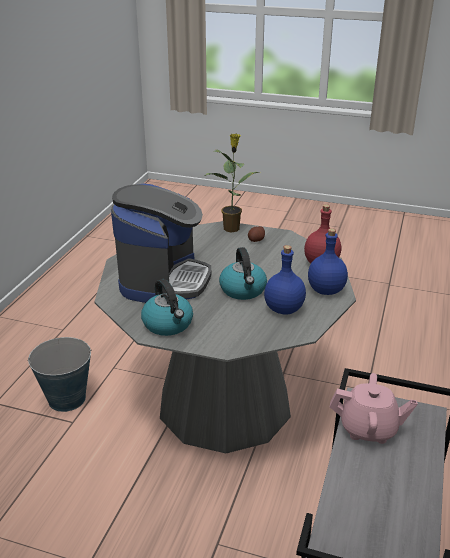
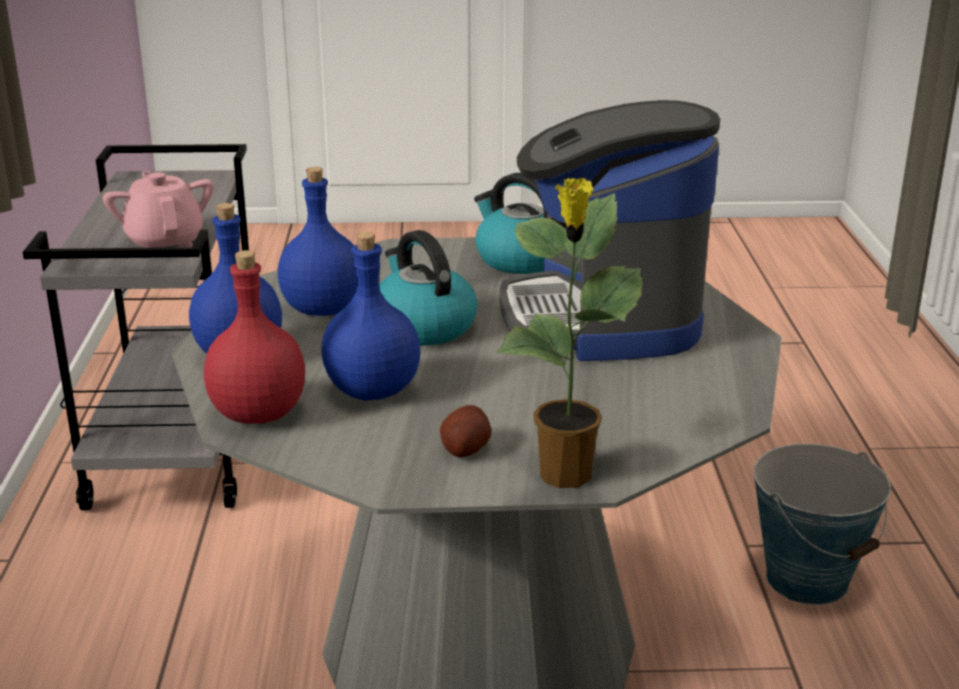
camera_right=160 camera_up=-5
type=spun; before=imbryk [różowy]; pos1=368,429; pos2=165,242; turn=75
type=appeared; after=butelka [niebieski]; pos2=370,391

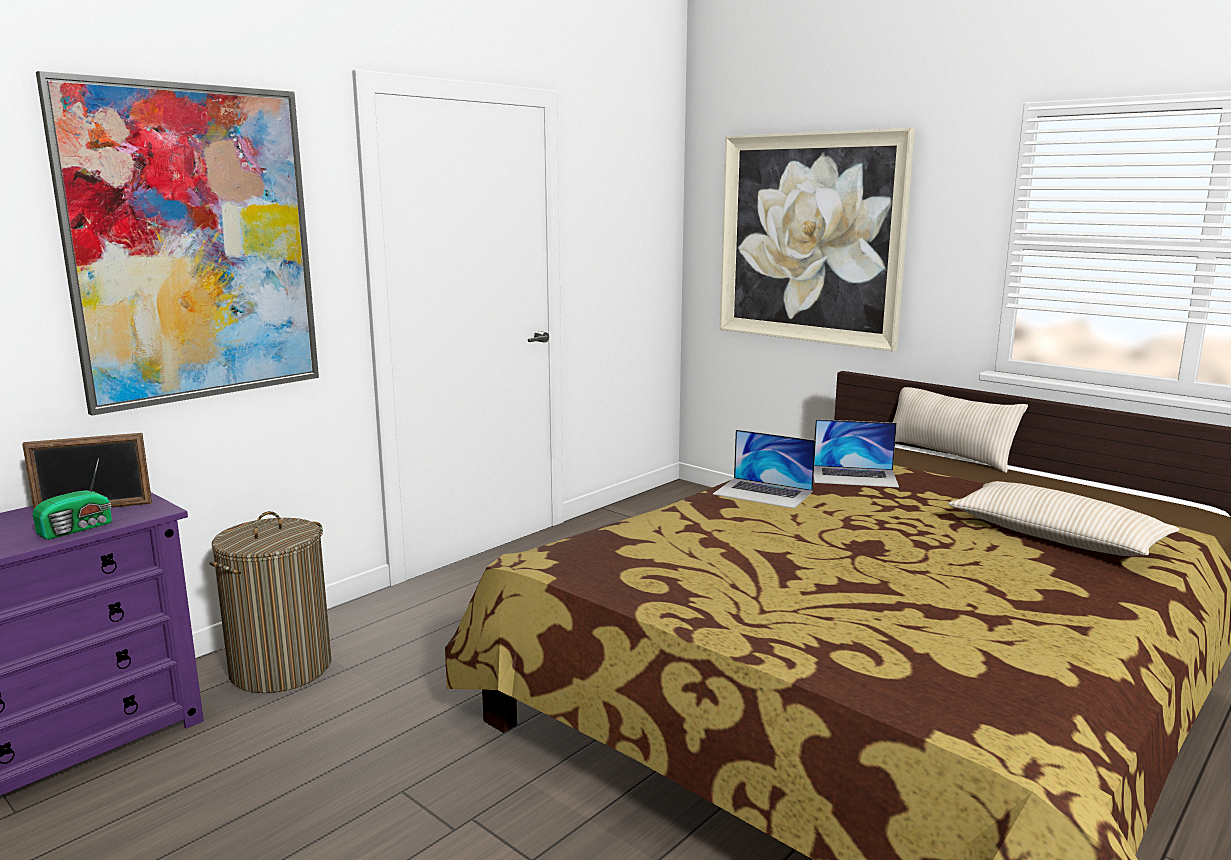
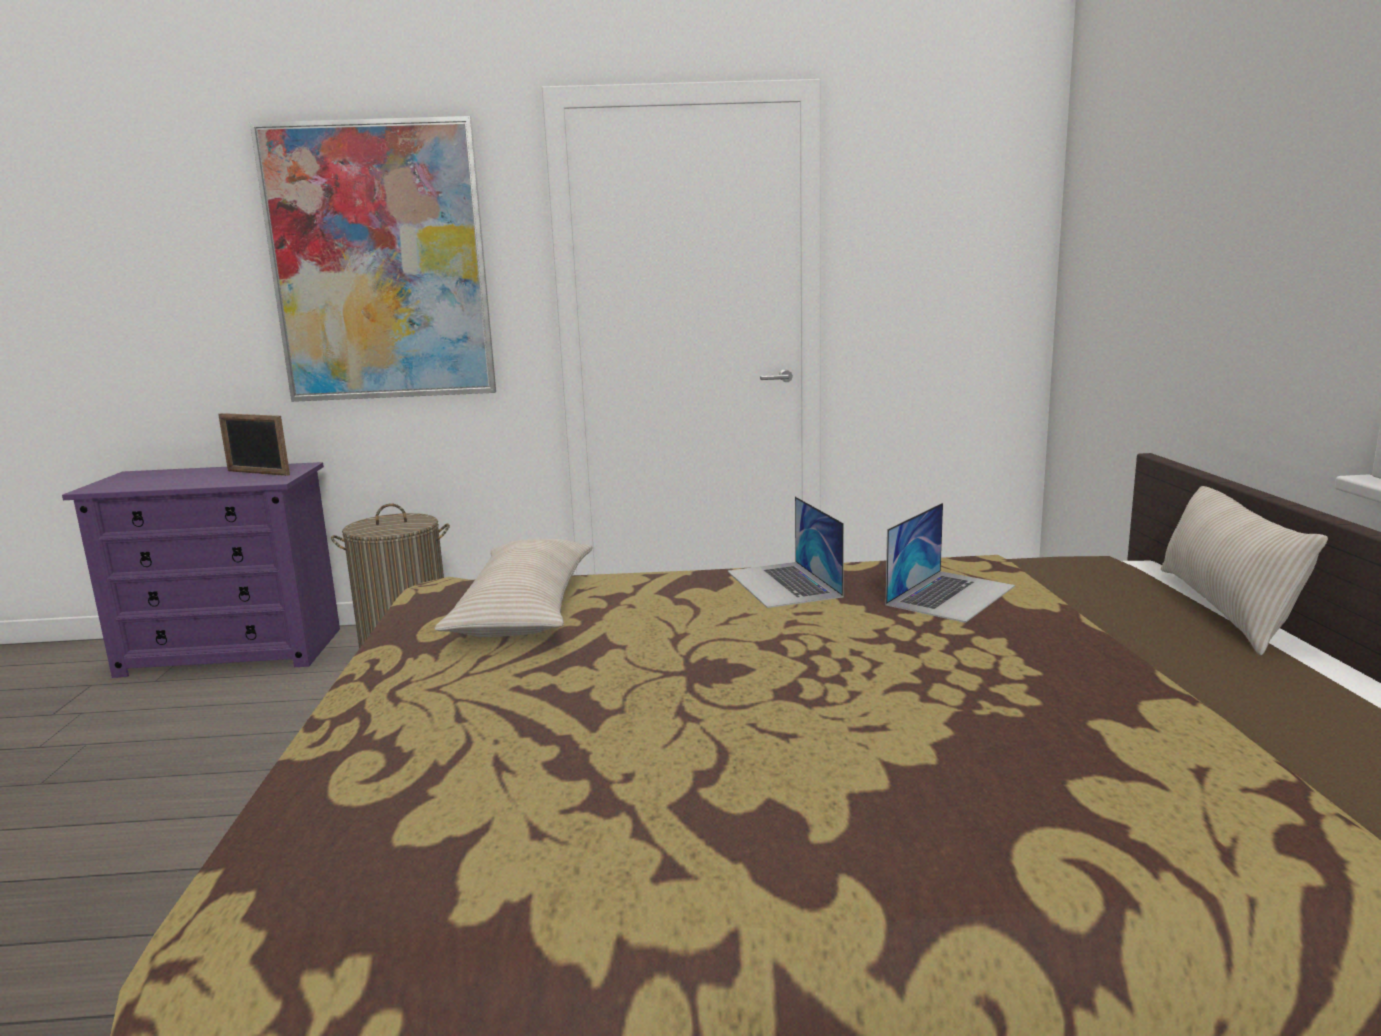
camera_right=45 camera_up=0
type=missing; before=obraz; pos1=810,238
type=spun; before=laptop; pos1=854,476; pos2=951,595; turn=-105
type=missing; before=radio; pos1=78,529
type=relocated; before=poduszka [beżowy]; pos1=1056,537; pos2=525,609

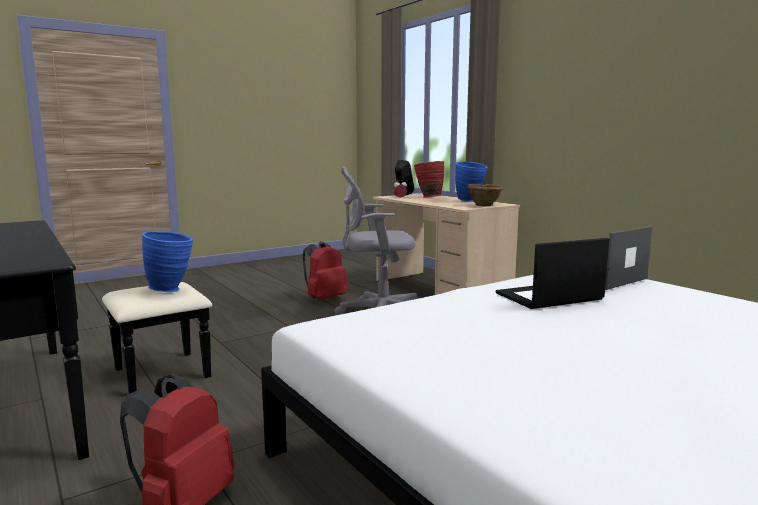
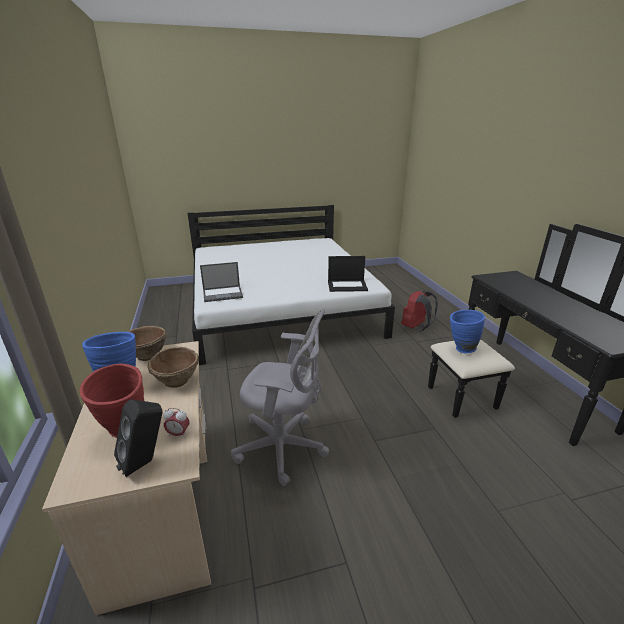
camera_right=-160 camera_up=15
type=relocated; before=laptop; pos1=548,297; pos2=347,285
type=missing; before=plecak [czerwony]; pos1=324,299
type=appeared; after=miska [brązowy]; pos2=177,381

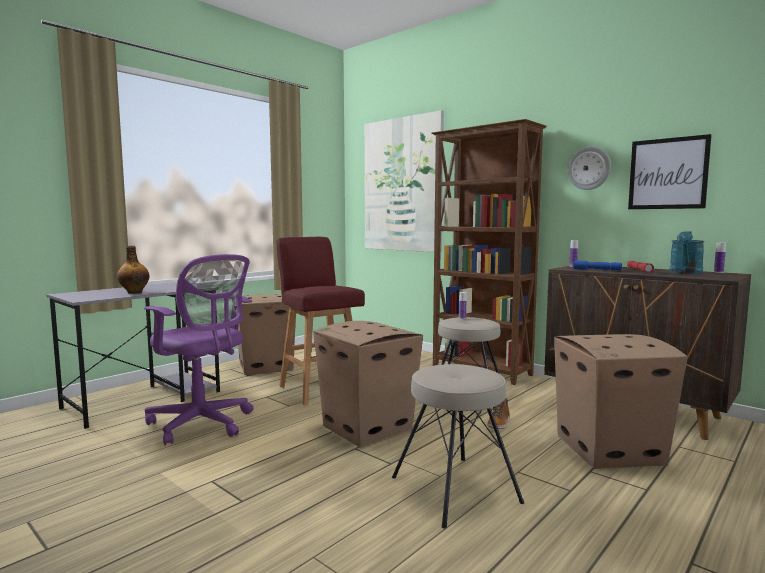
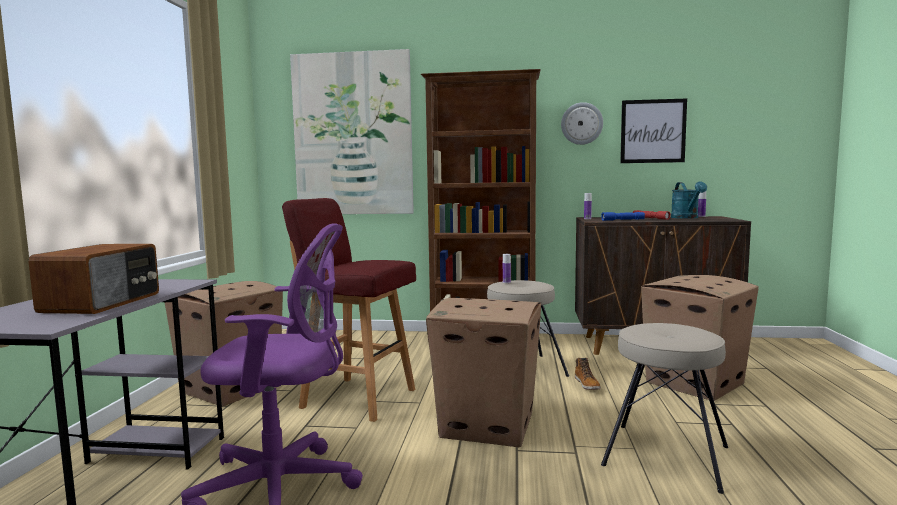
camera_right=-35 camera_up=0
type=exchanged; before=butelka; after=radio; pos1=134,292; pos2=104,302

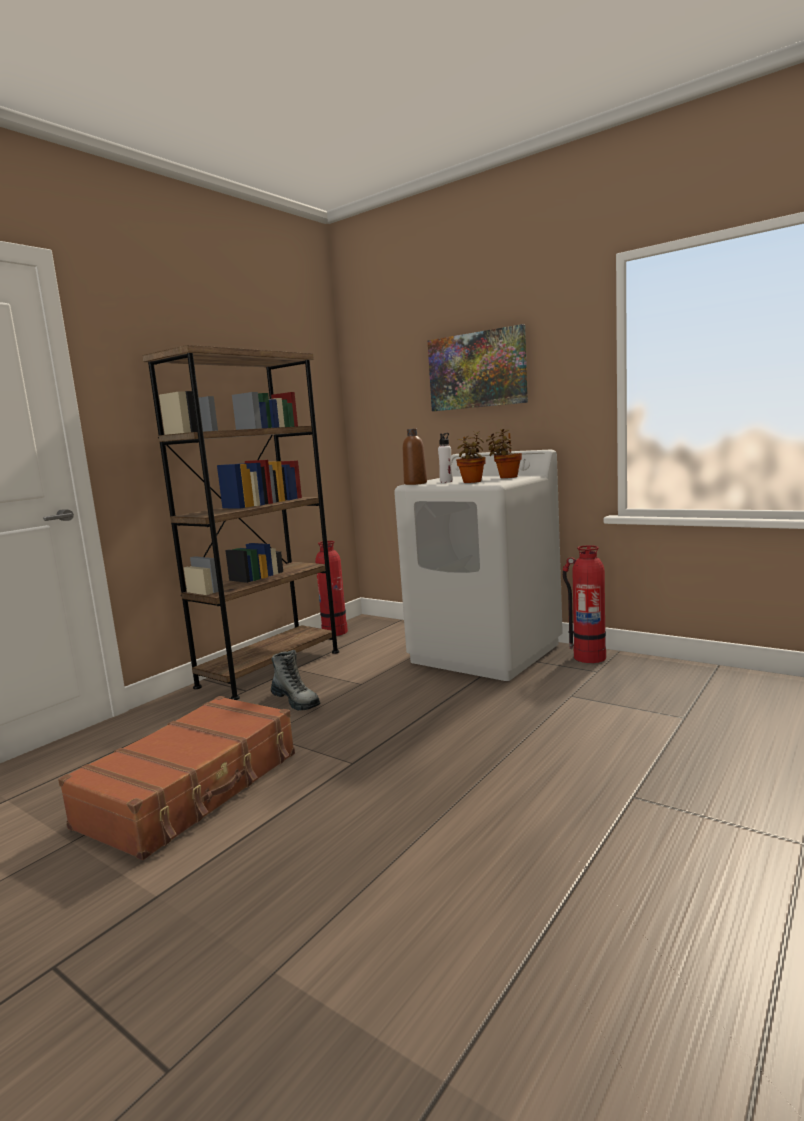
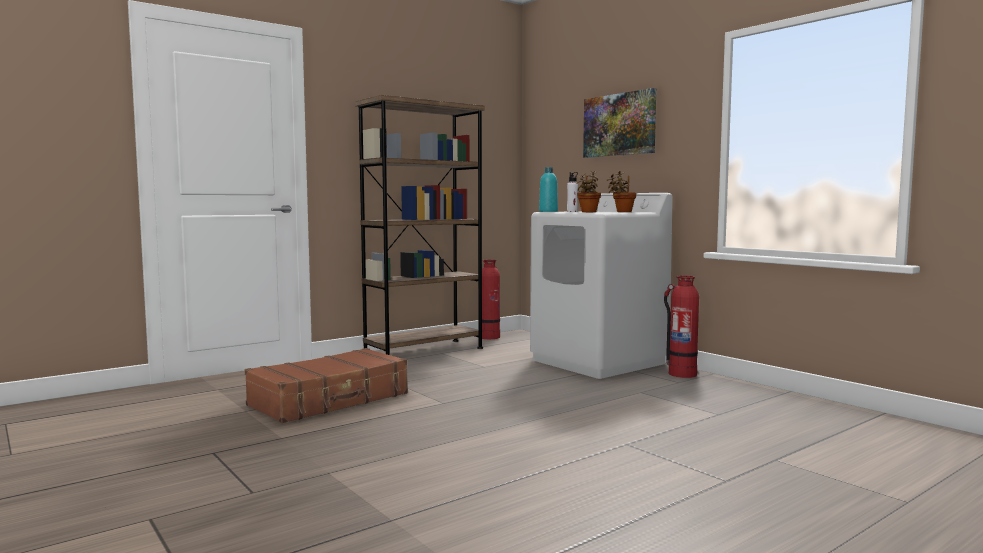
camera_right=15 camera_up=-5
type=colour; before=butelka [brązowy]; after=butelka [turkusowy]; pos1=415,483; pos2=548,211
type=missing; before=but z cholewką; pos1=296,701

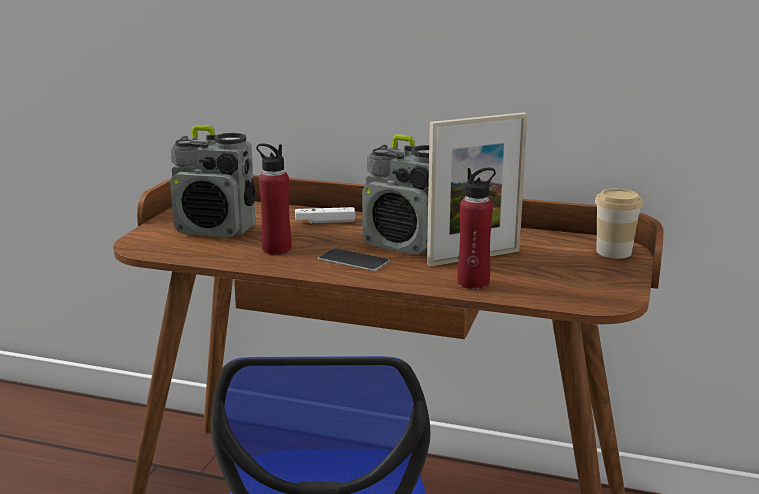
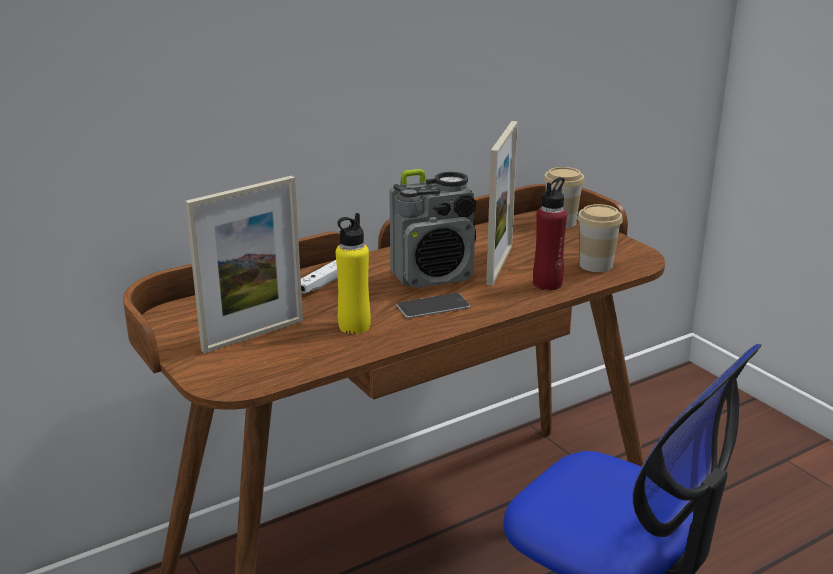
camera_right=-50 camera_up=5
type=exchanged; before=radio; after=ramka na zdjęcie; pos1=216,230; pos2=253,335
type=colour; before=butelka [czerwony]; after=butelka [żółty]; pos1=276,249; pos2=354,326
type=appeared; after=filiżanka; pos2=596,265

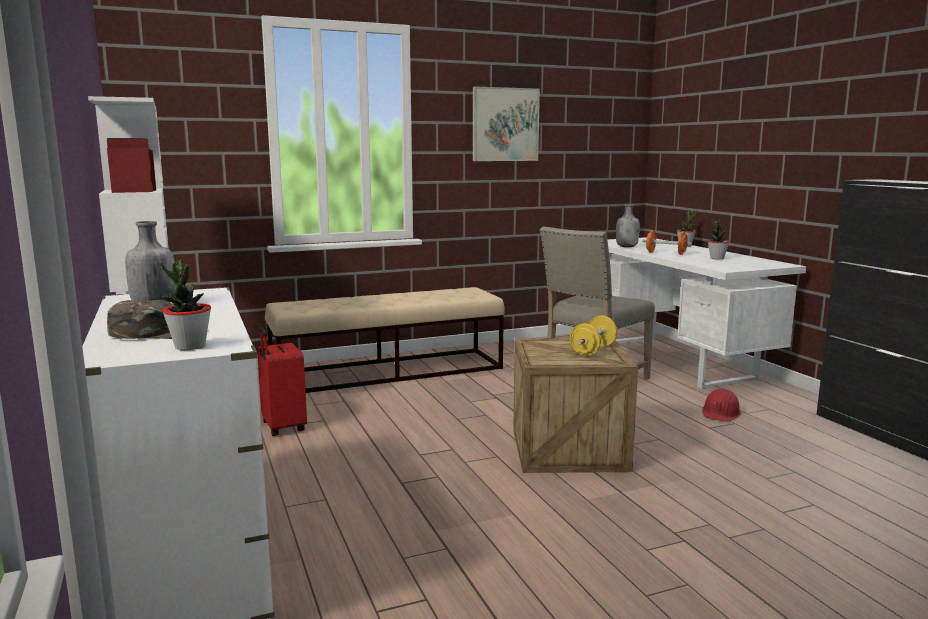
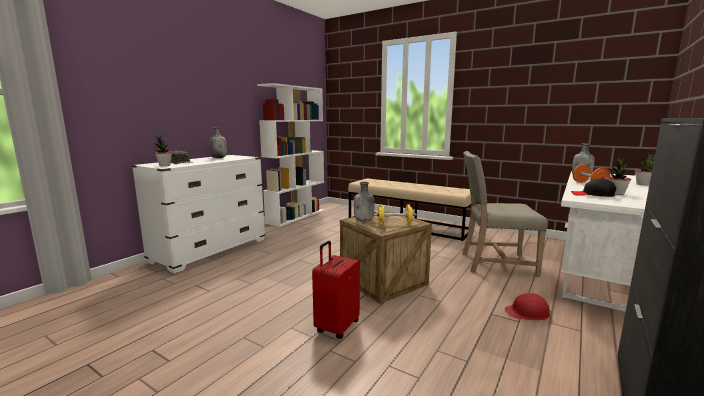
camera_right=55 camera_up=0
type=missing; before=obraz; pos1=505,124
type=relocated; before=walizka [czerwony]; pos1=282,427; pos2=336,327
type=appeared; after=czapka z daszkiem [czarny]; pos2=592,195
type=appeared; after=butelka [szary]; pos2=364,220

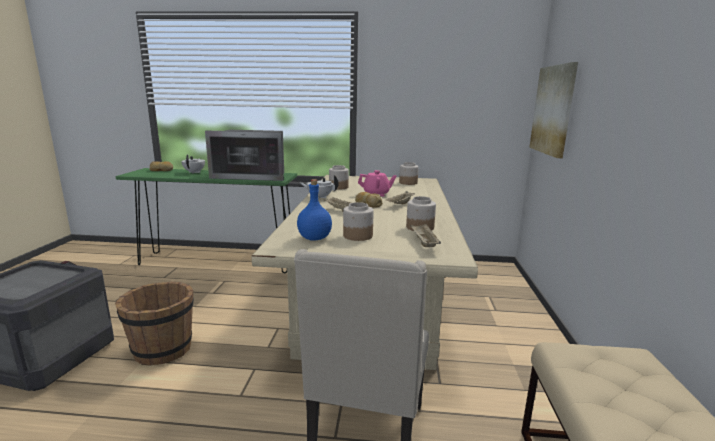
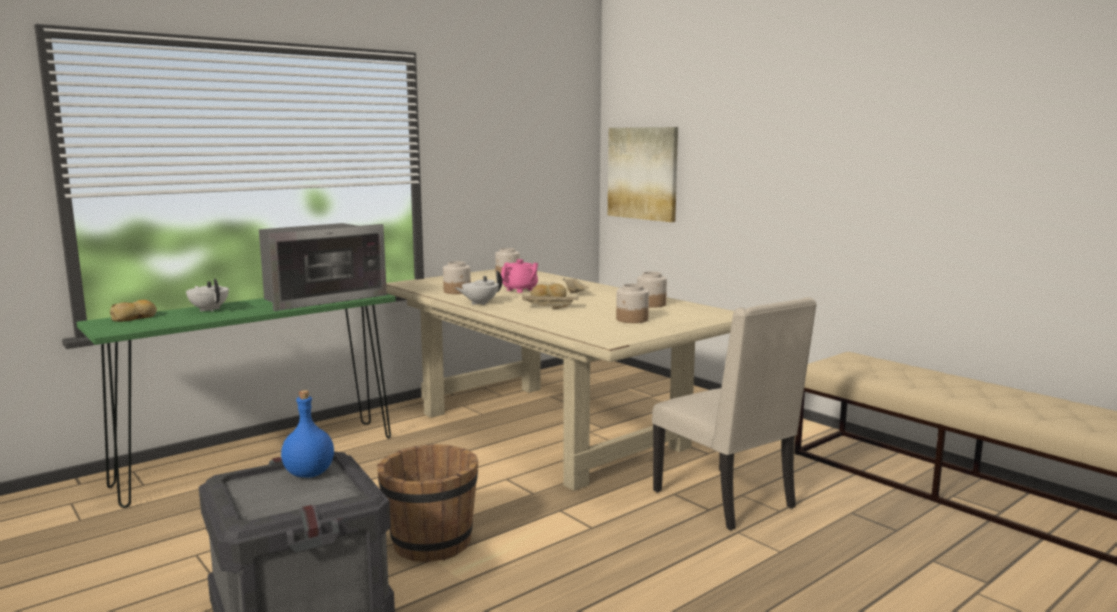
camera_right=-45 camera_up=-5
type=relocated; before=butelka [niebieski]; pos1=315,238; pos2=310,473
type=missing; before=taca [beżowy]; pos1=423,243

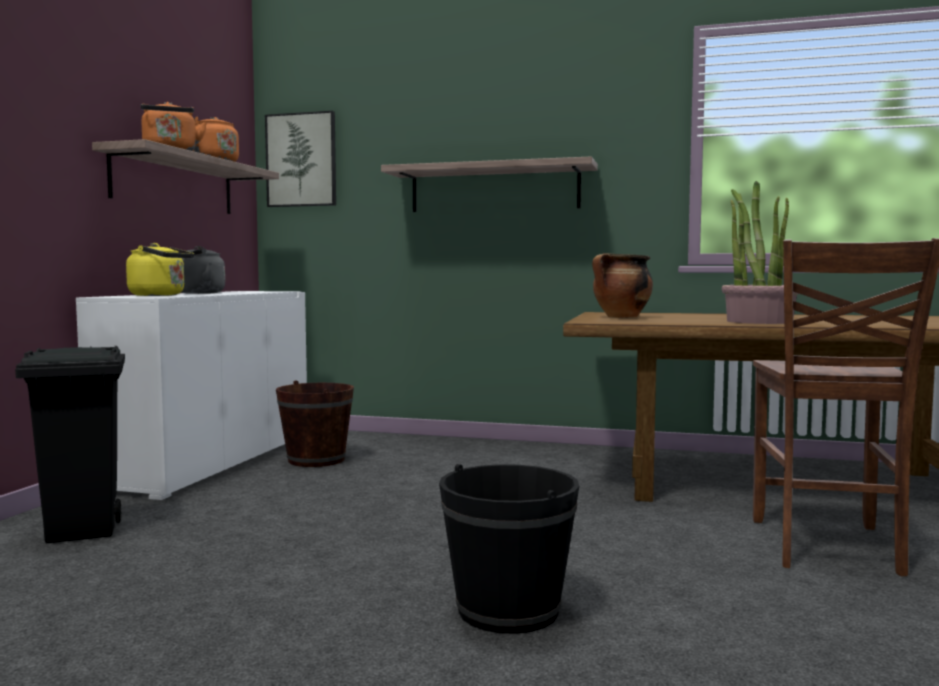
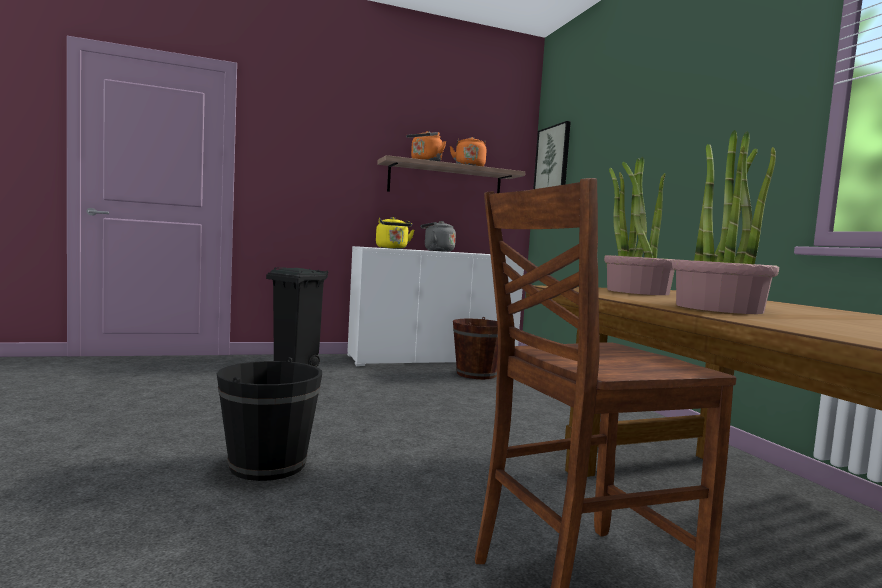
camera_right=55 camera_up=0
type=missing; before=półka; pos1=494,189
type=exchanged; before=garnek; after=roślina doniczkowa; pos1=621,317; pos2=637,292

